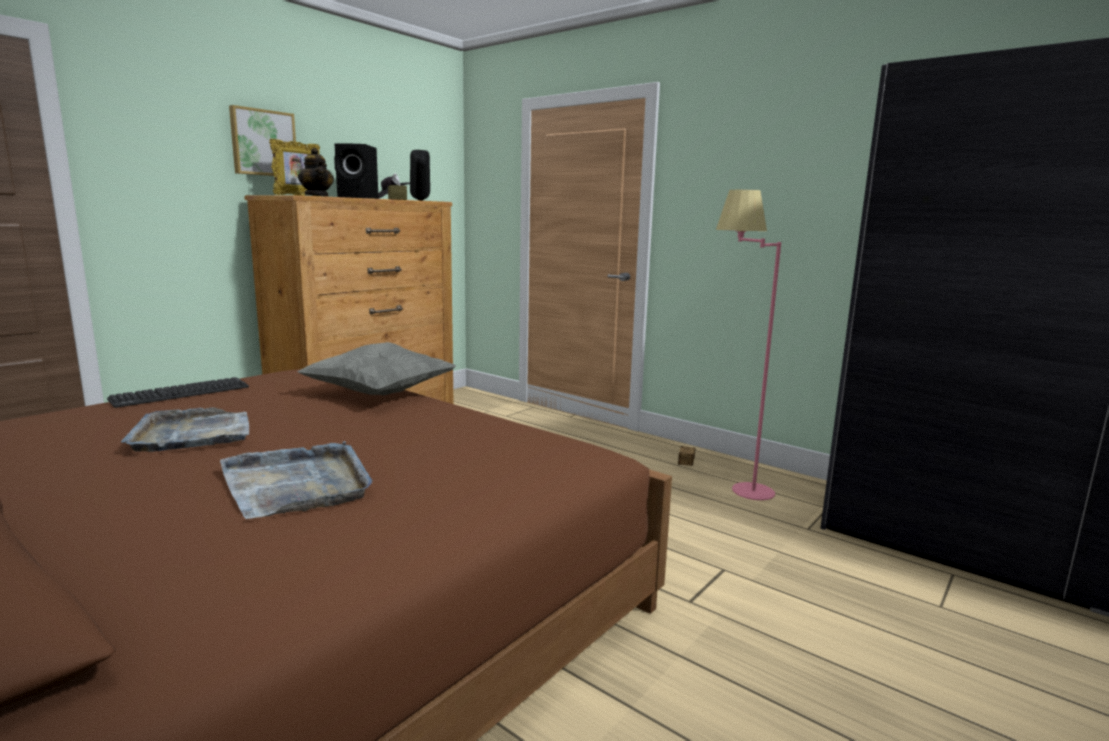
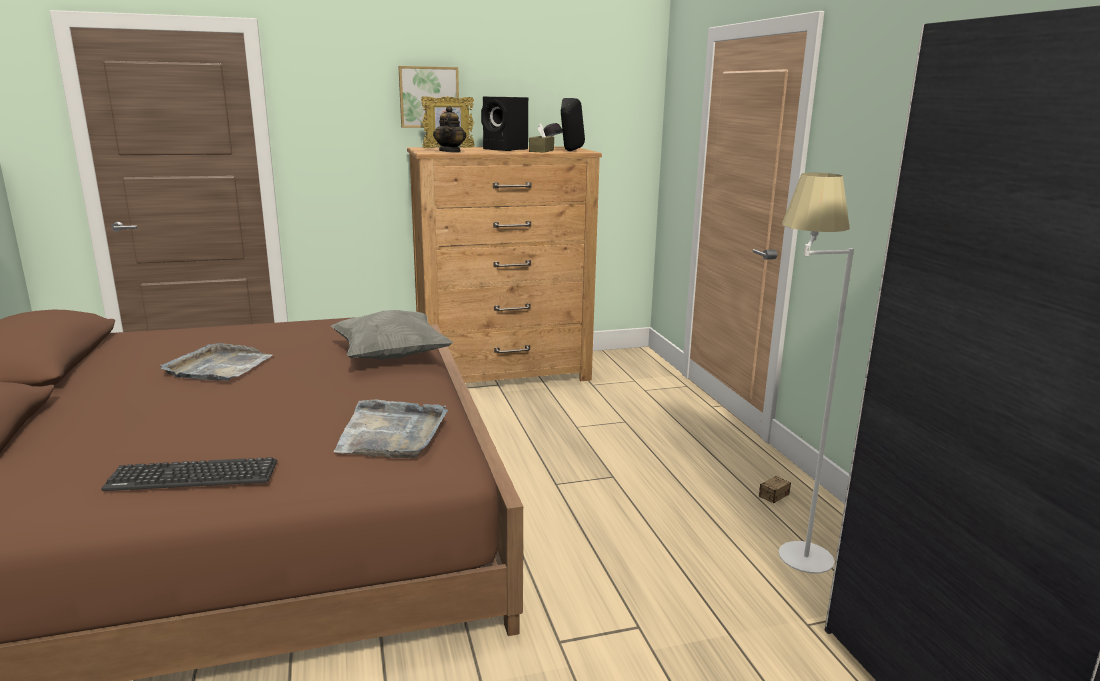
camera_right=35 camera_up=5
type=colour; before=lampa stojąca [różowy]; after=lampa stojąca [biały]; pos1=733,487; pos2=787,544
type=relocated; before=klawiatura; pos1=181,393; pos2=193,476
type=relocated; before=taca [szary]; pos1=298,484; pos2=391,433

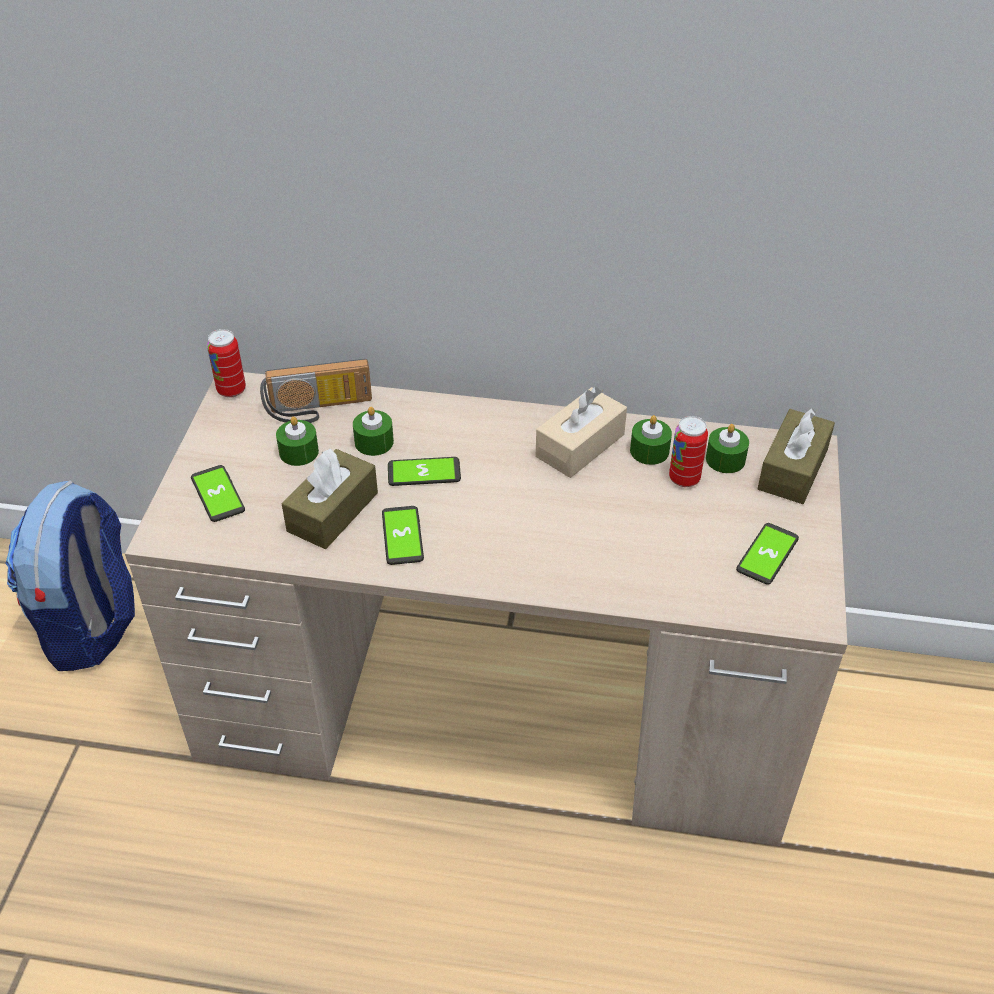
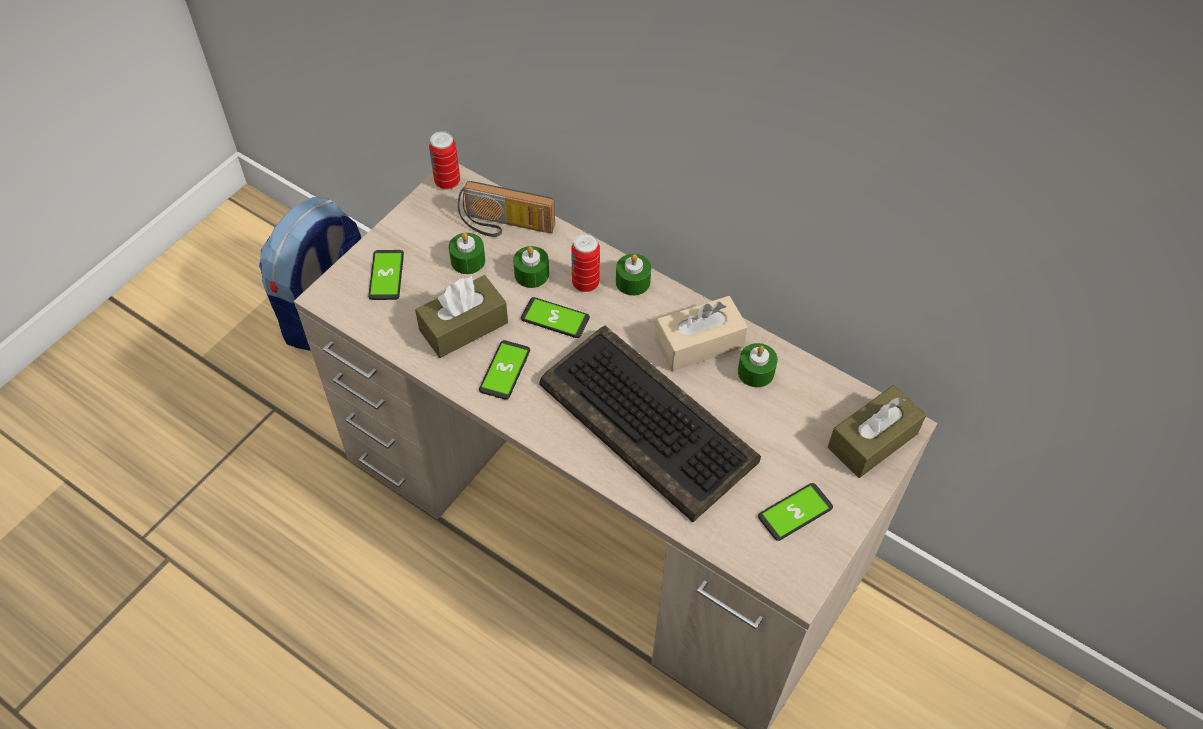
camera_right=25 camera_up=10
type=relocated; before=puszka; pos1=684,479; pos2=585,283
type=relocated; before=świeca [zielony]; pos1=725,459; pos2=633,281
type=appeared; after=klawiatura; pos2=650,423

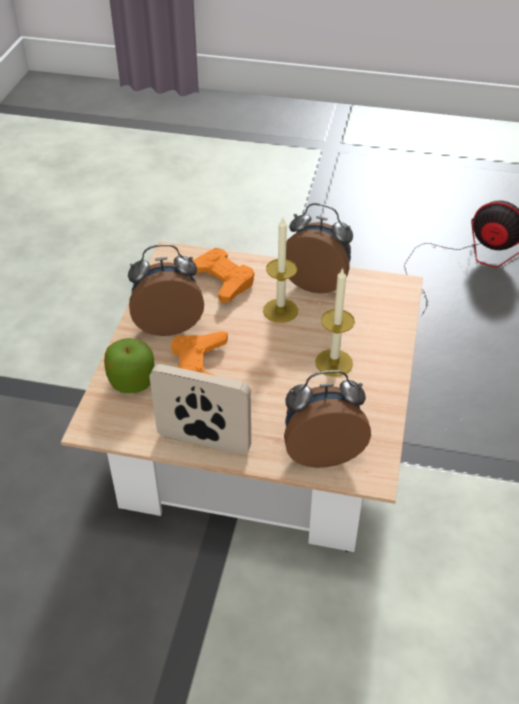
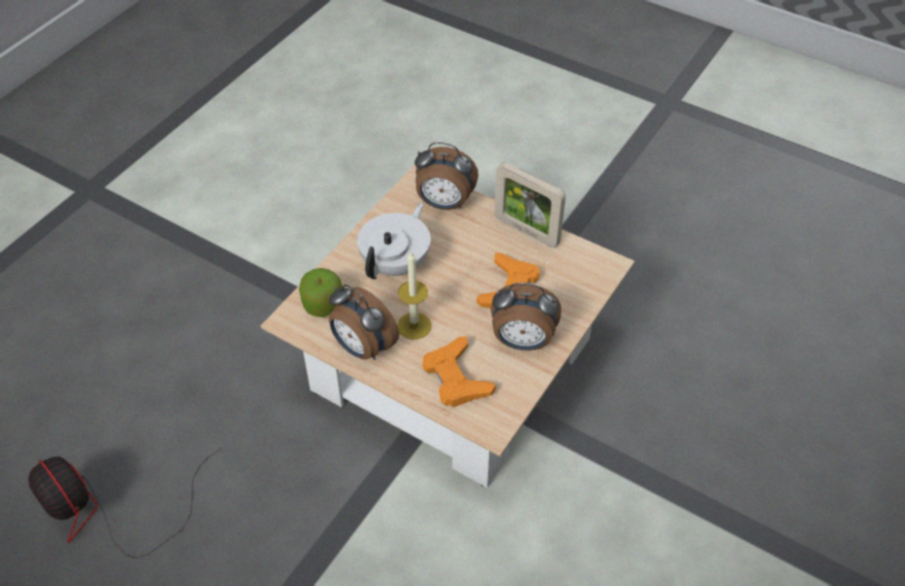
camera_right=-160 camera_up=5
type=exchanged; before=świeca; after=imbryk [biały]; pos1=334,362; pos2=396,264
type=relocated; before=jabłko; pos1=132,380; pos2=323,305

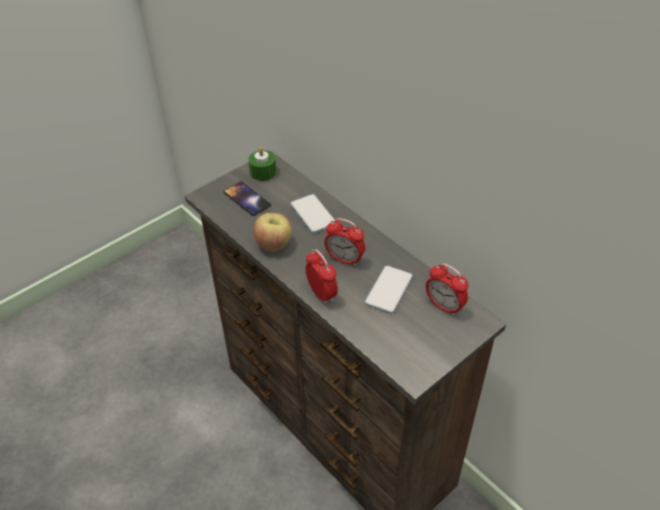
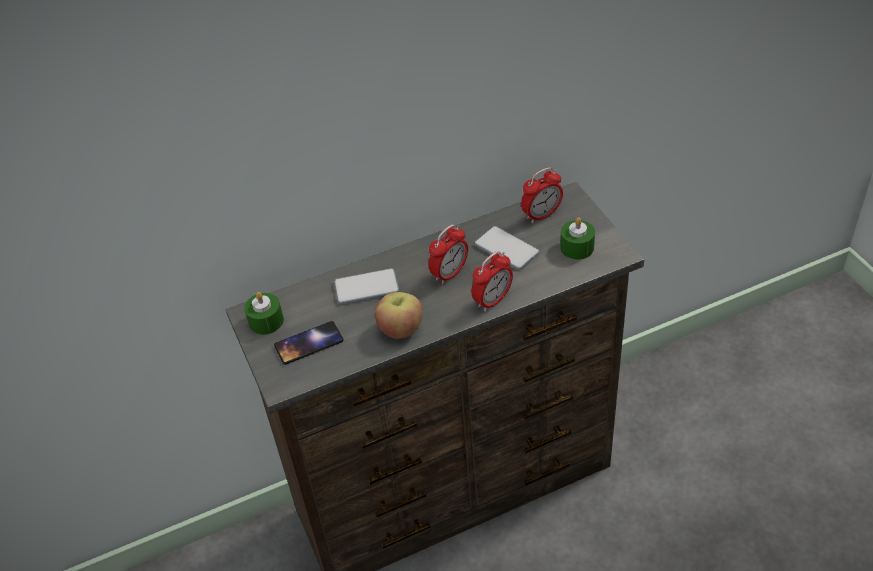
camera_right=-70 camera_up=0
type=spun; before=budzik; pos1=321,293; pos2=492,300; turn=150
type=appeared; after=świeca [zielony]; pos2=577,247

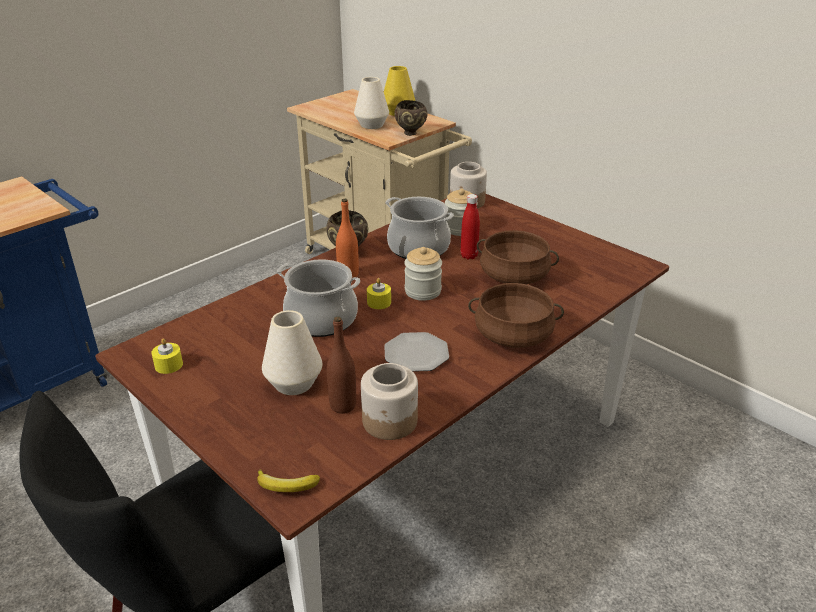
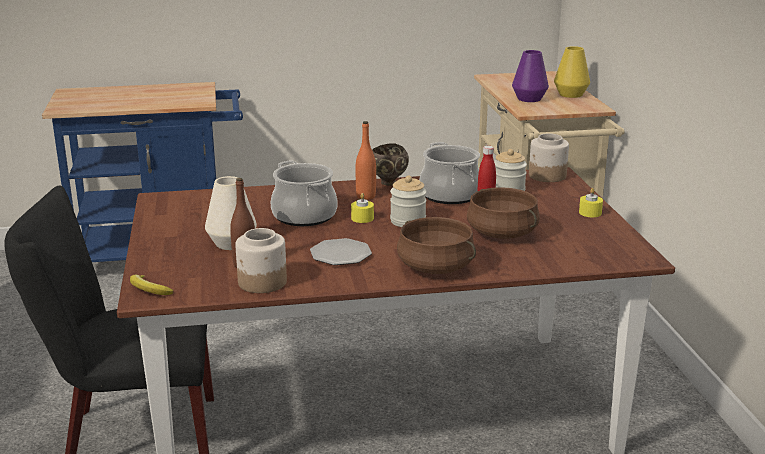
camera_right=35 camera_up=-10
type=colour; before=wazon [biały]; after=wazon [fioletowy]; pos1=372,125; pos2=529,99
type=missing; before=miska [brązowy]; pos1=411,133
type=relocated; before=świeca [żółty]; pos1=168,365; pos2=590,213

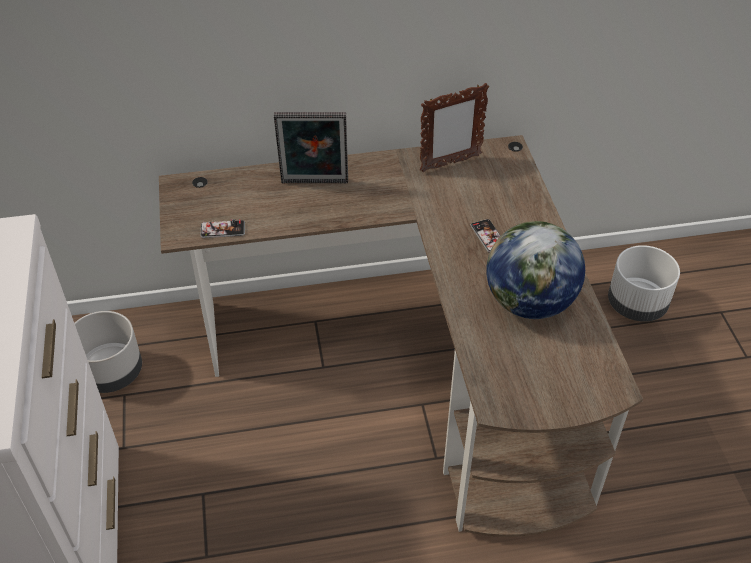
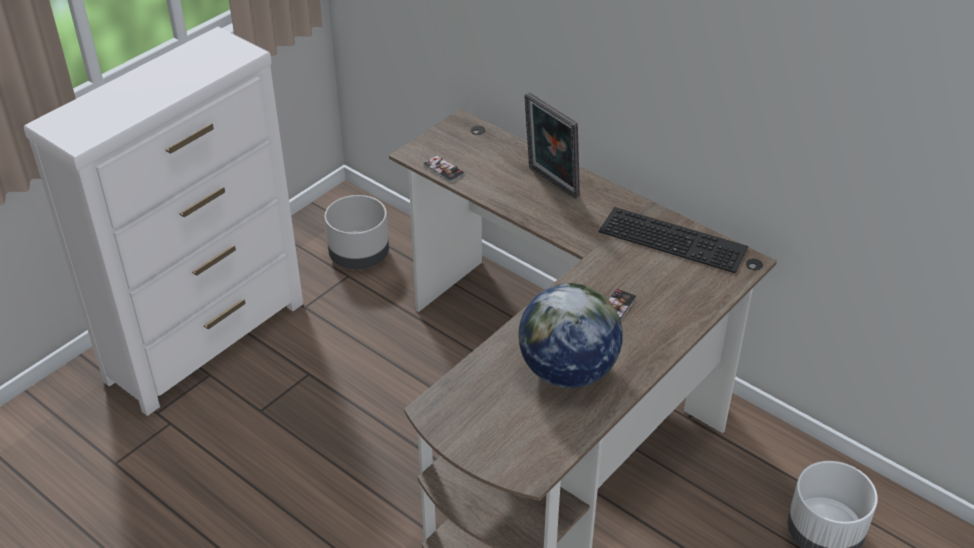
camera_right=50 camera_up=-5
type=exchanged; before=ramka na zdjęcie; after=klawiatura; pos1=450,163; pos2=675,238

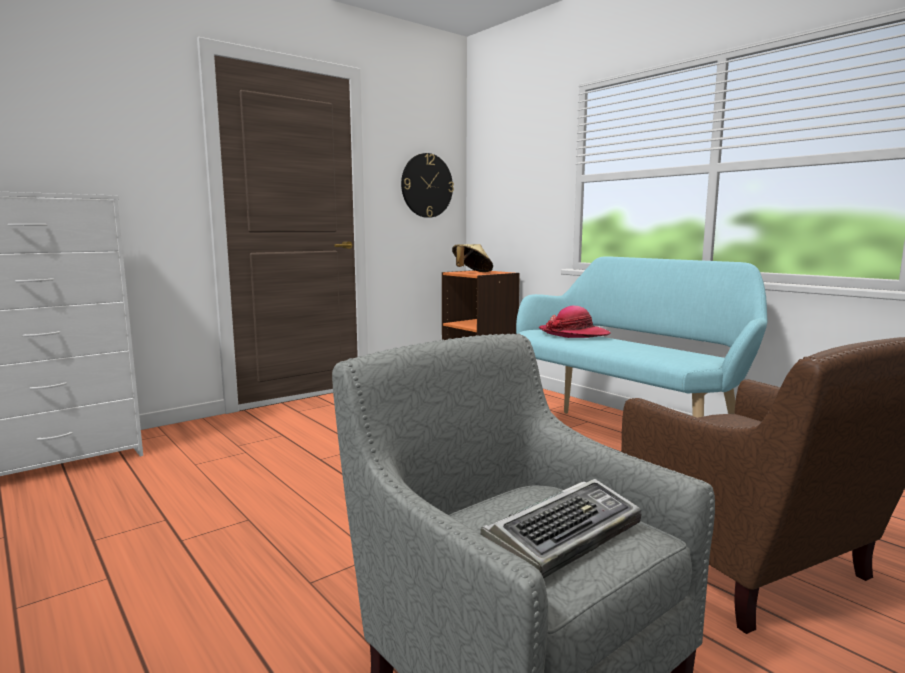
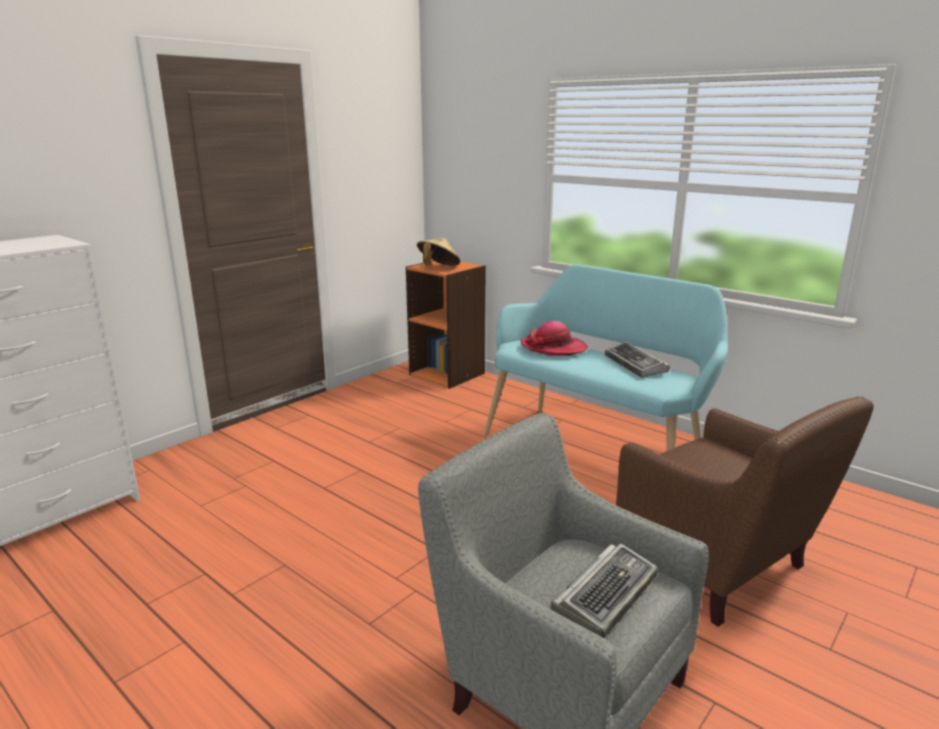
camera_right=-10 camera_up=10
type=missing; before=zegar ścienny; pos1=427,185
type=appeared; after=klawiatura; pos2=636,365

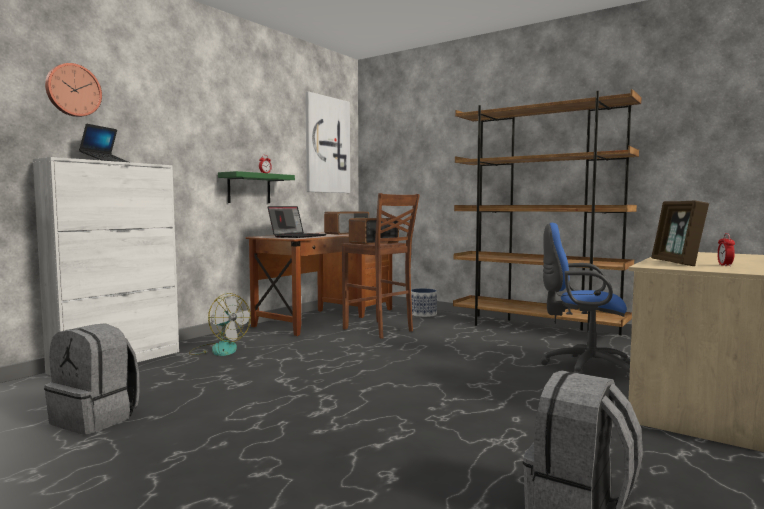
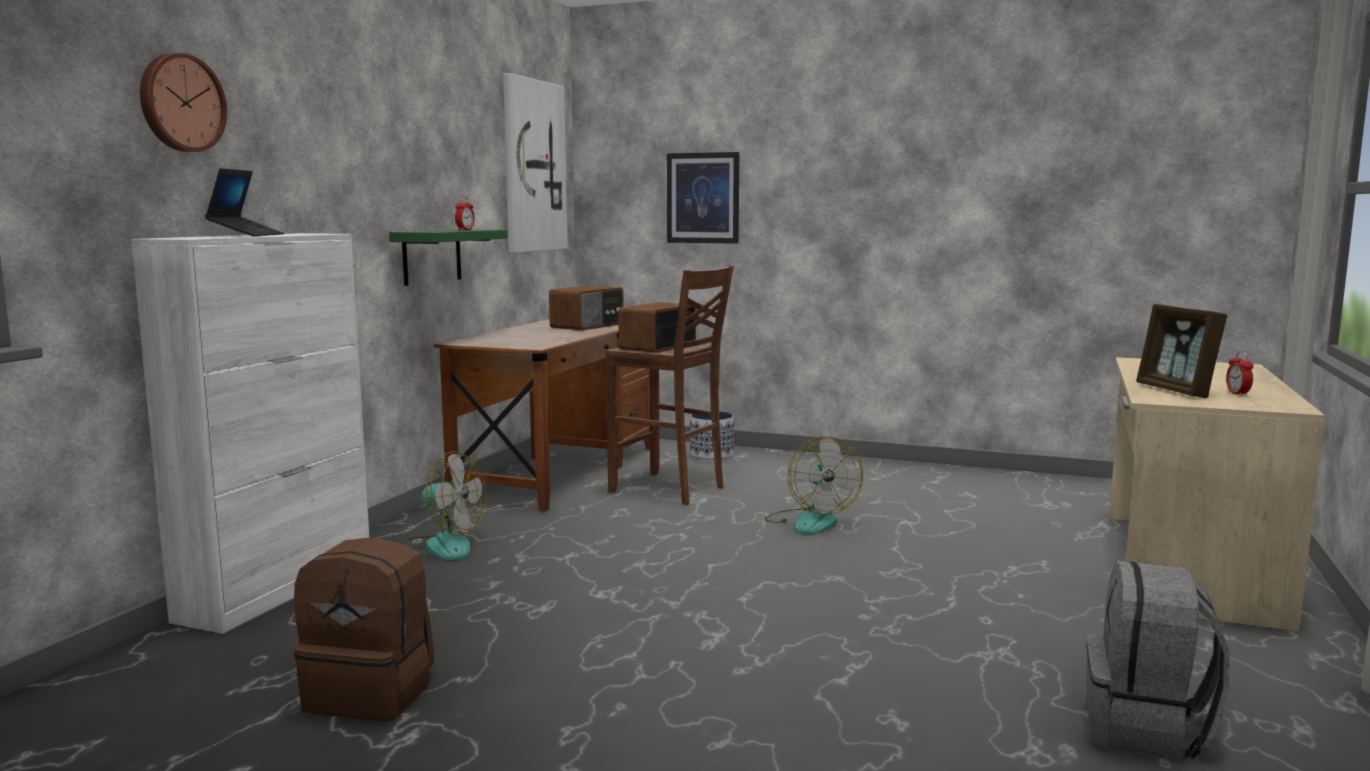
camera_right=-15 camera_up=5
type=missing; before=regał [brązowy]; pos1=537,328
type=missing; before=laptop; pos1=297,236
type=missing; before=krzesło biurowe [niebieski]; pos1=583,368
type=colour; before=plecak [szary]; after=plecak [brązowy]; pos1=96,419; pos2=372,694
type=appeared; after=obraz; pos2=703,198
type=appeared; after=wentylator; pos2=810,521

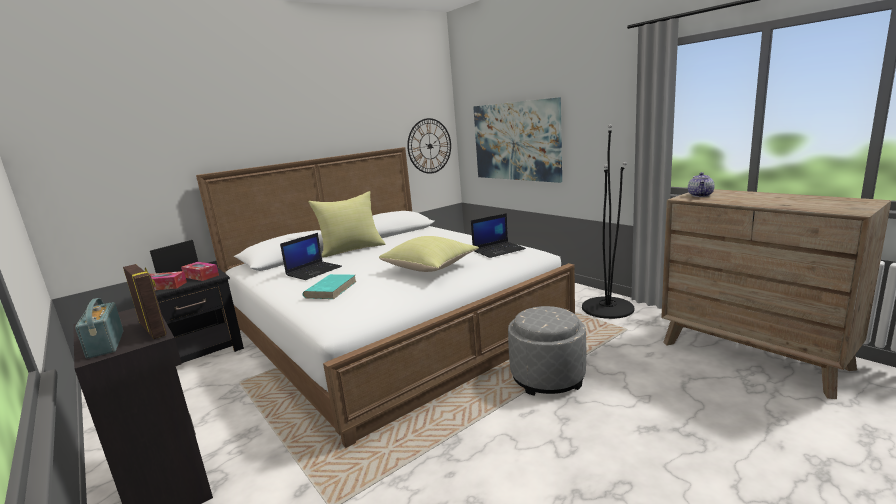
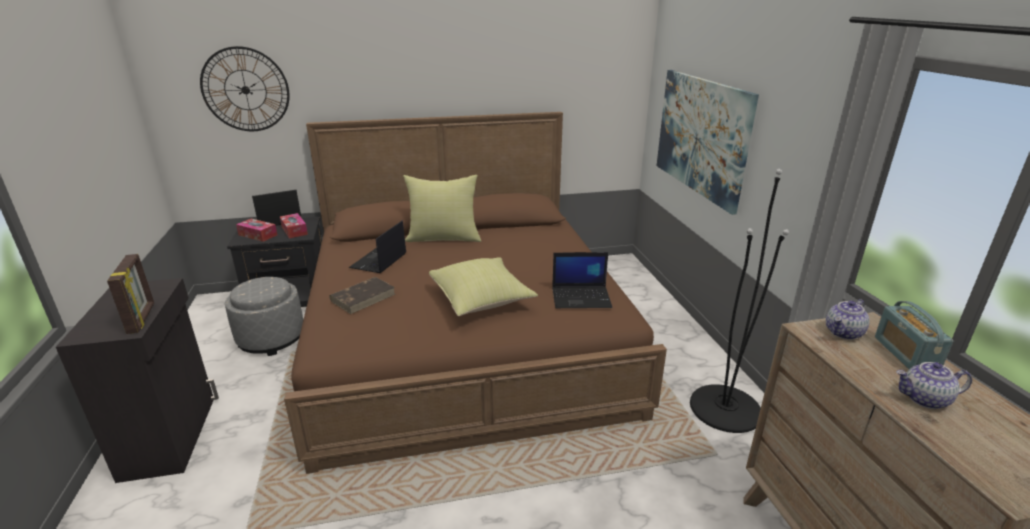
camera_right=25 camera_up=10
type=relocated; before=zegar ścienny; pos1=429,146; pos2=245,90
type=colour; before=łóżko [biały]; after=łóżko [brązowy]; pos1=392,328; pos2=464,338
type=spun; before=laptop; pos1=314,271; pos2=379,261; turn=135
type=colour; before=książka [turkusowy]; after=książka [brązowy]; pos1=331,289; pos2=363,297
type=relocated; before=radio; pos1=105,344; pos2=905,354
type=relocated; before=pufa [szary]; pos1=547,377; pos2=271,338
type=appeared; after=imbryk; pos2=924,399

